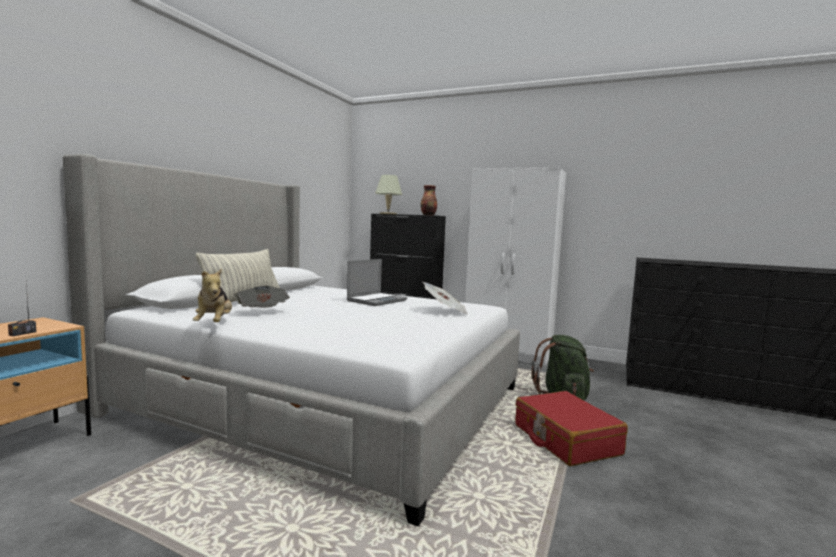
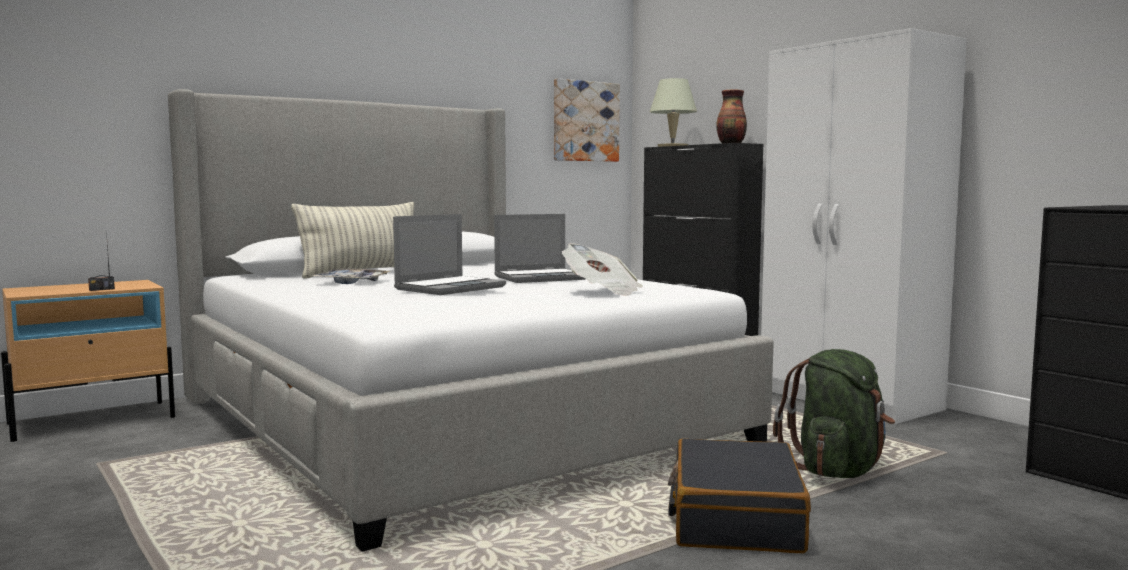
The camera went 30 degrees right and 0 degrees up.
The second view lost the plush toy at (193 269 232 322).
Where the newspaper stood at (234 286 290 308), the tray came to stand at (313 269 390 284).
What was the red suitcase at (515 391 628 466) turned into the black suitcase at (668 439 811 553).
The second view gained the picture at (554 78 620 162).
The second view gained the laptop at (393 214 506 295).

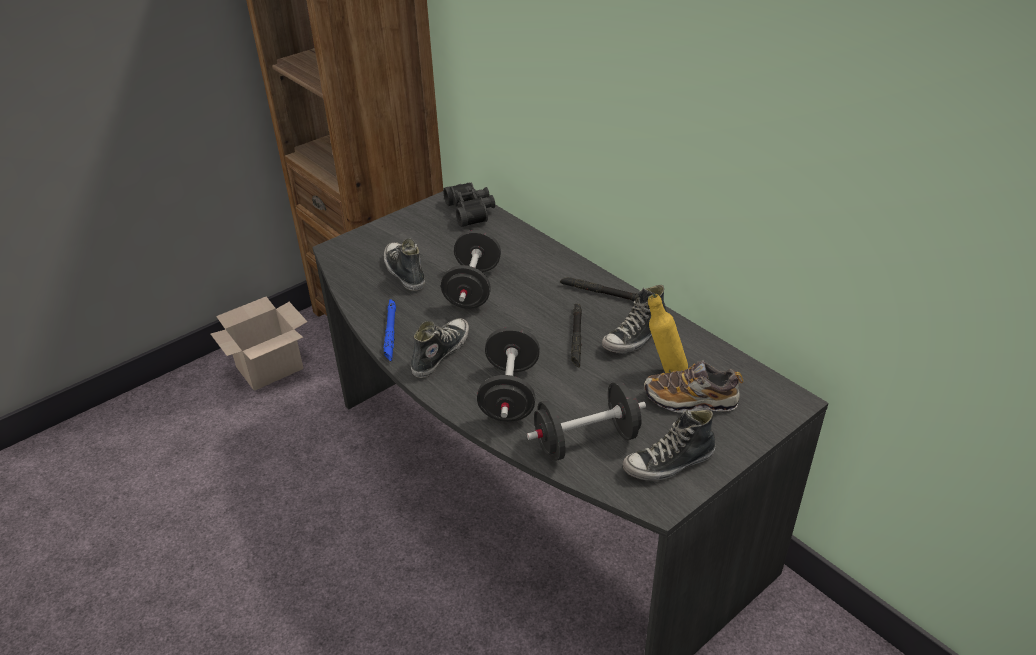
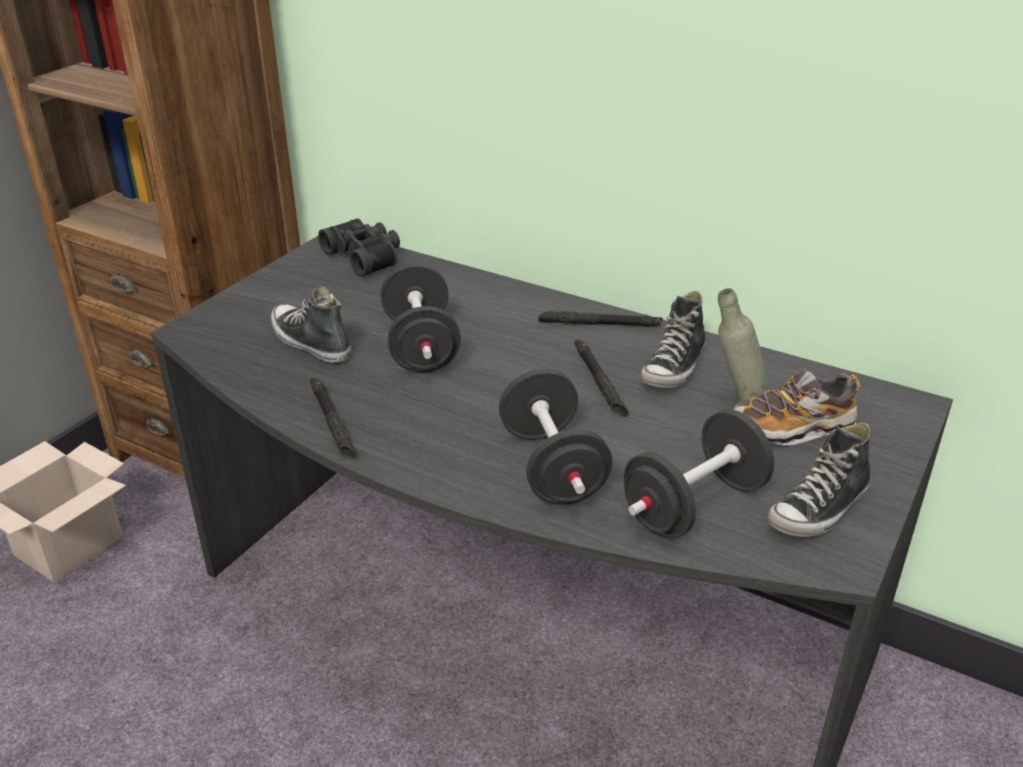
The camera went 20 degrees left and 5 degrees down.
What was the yellow bottle at (648 294 688 373) turned into the grey bottle at (718 288 771 402).
What was the blue flashlight at (384 300 396 362) turned into the black flashlight at (310 377 357 459).
The second view lost the shoe at (411 318 469 378).

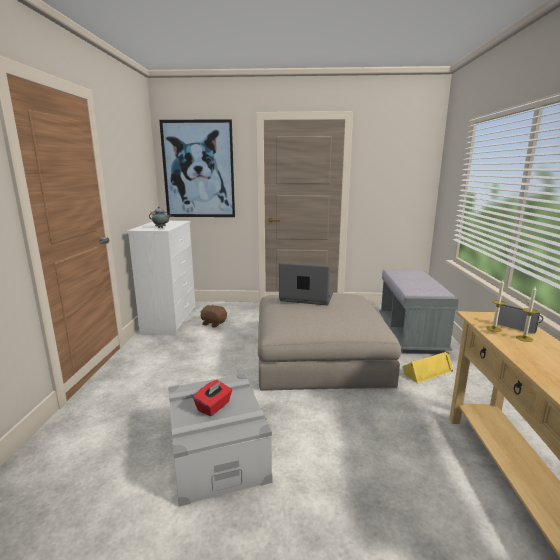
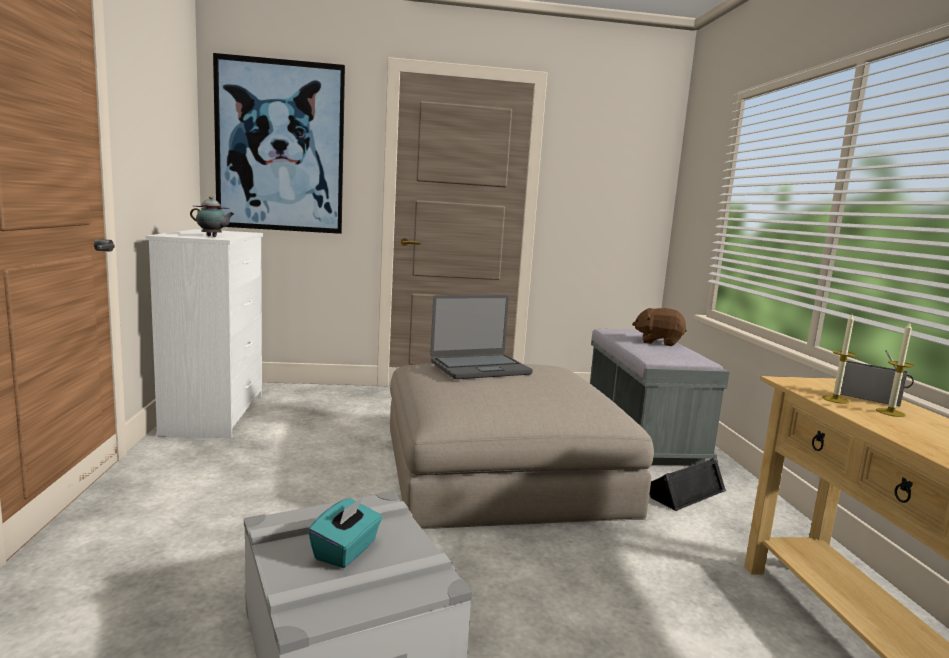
The camera went 10 degrees left and 5 degrees down.
The laptop at (279 262 333 305) ended up facing another way, 150 degrees clockwise from before.
The brown plush toy ended up elsewhere, having gone from (200 305 227 328) to (632 308 687 346).
What was the yellow speaker at (402 351 454 383) turned into the black speaker at (650 457 726 511).
What was the red tissue box at (193 380 232 416) turned into the turquoise tissue box at (308 497 382 568).

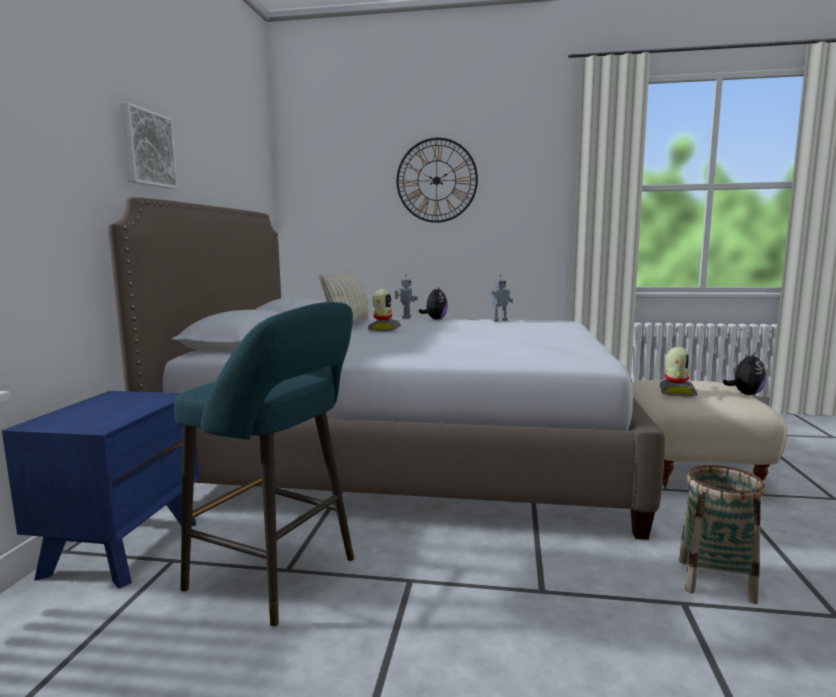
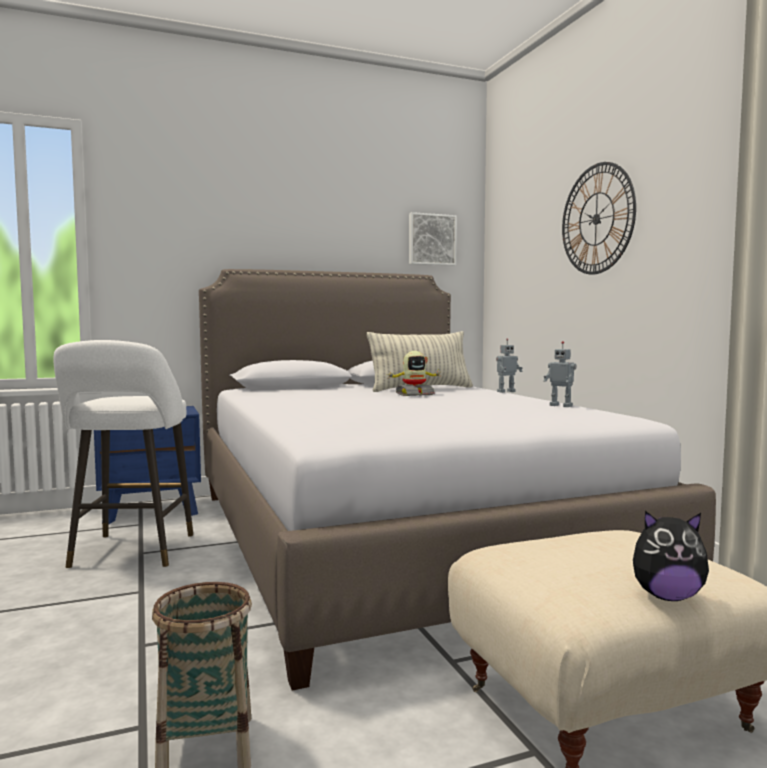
The camera went 60 degrees right and 5 degrees down.
The picture ended up elsewhere, having gone from (120 102 178 189) to (409 212 457 266).
The second view lost the plush toy at (419 286 448 320).
What was the turquoise stool at (174 302 354 626) turned into the white stool at (53 340 193 568).
The second view lost the toy robot at (660 347 698 397).

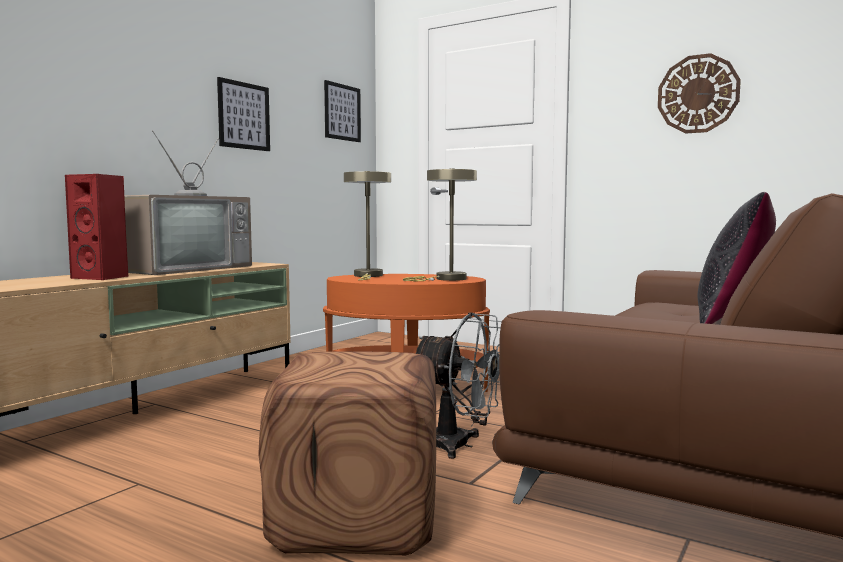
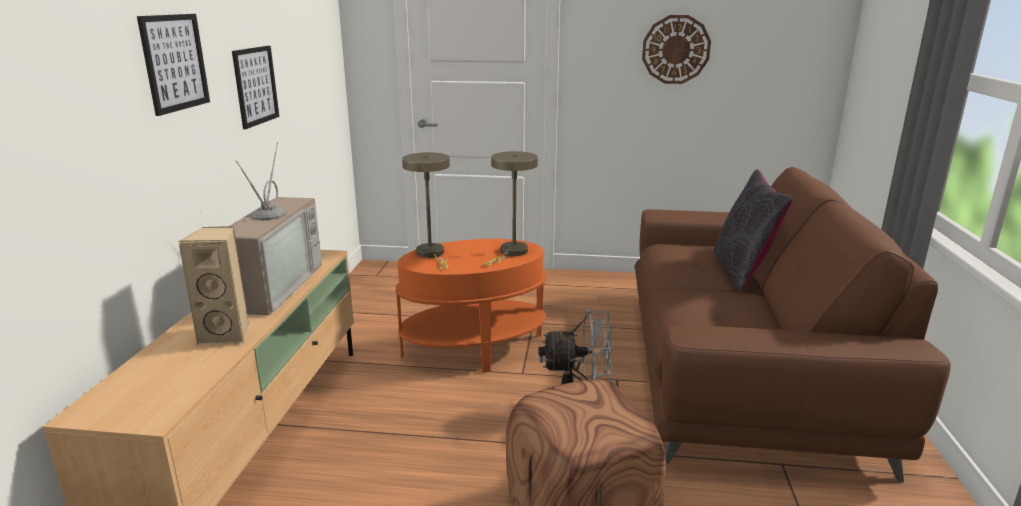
The camera went 25 degrees left and 15 degrees up.
The picture ended up elsewhere, having gone from (324 80 361 142) to (137 14 210 116).
What was the red speaker at (65 174 128 280) turned into the beige speaker at (178 226 249 345).

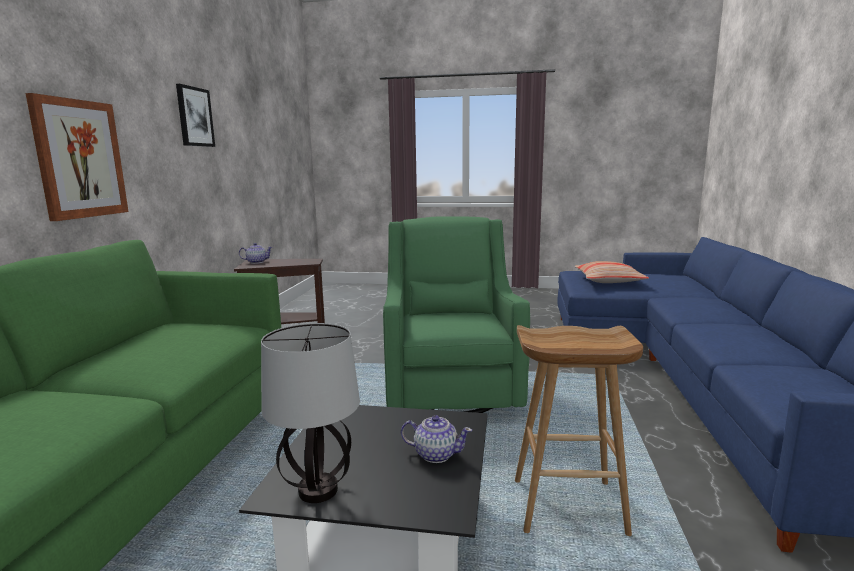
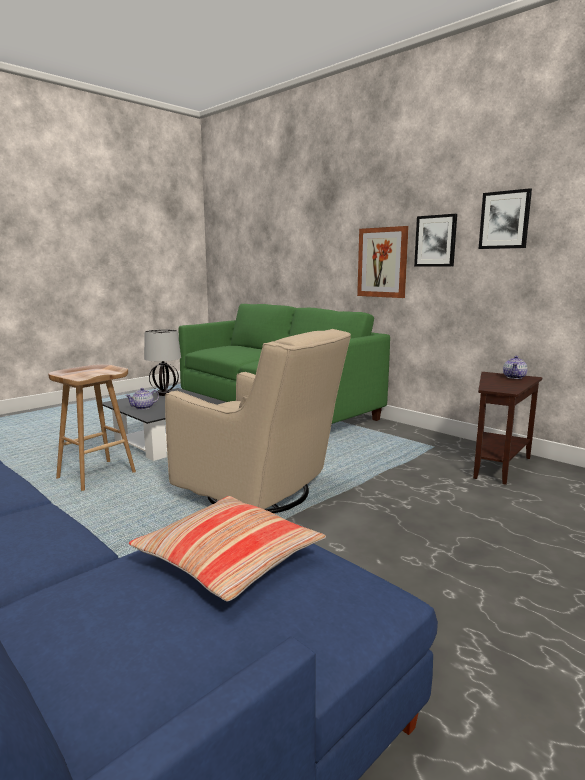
The camera went 125 degrees right and 0 degrees up.
What was the green armchair at (383 217 530 413) turned into the beige armchair at (165 329 351 513).
The second view gained the picture at (414 214 457 267).

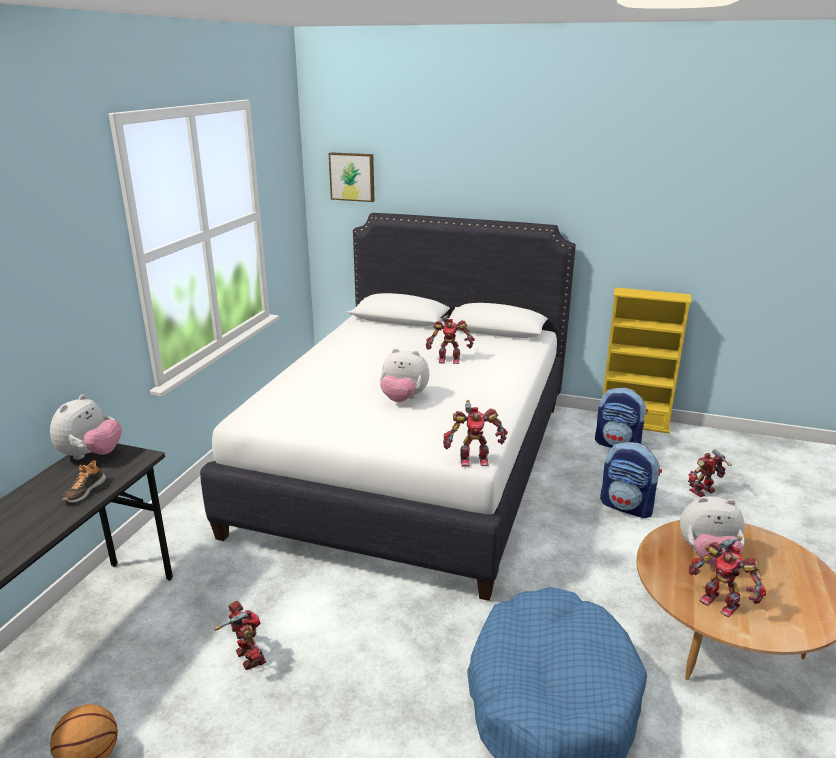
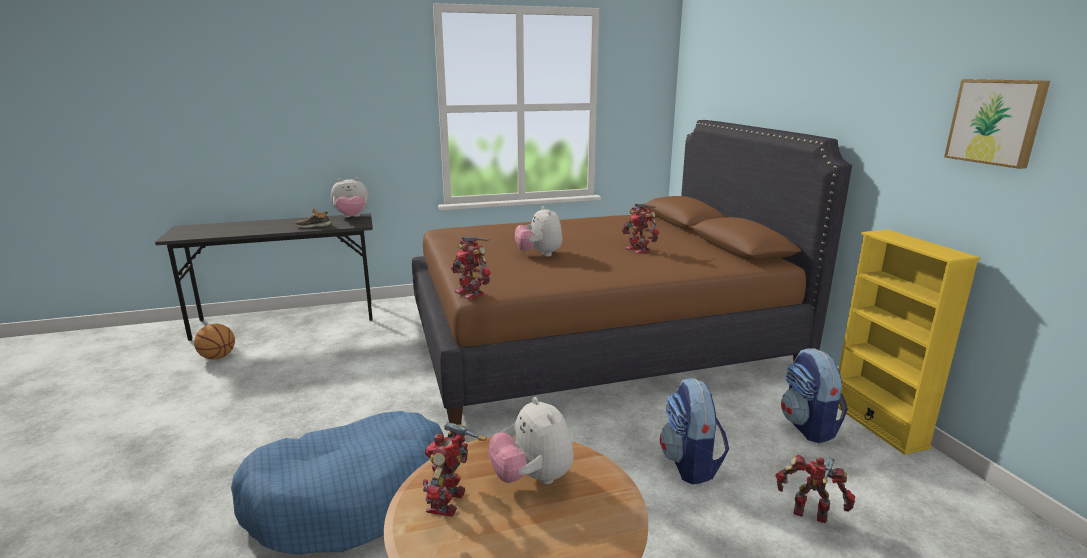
The camera went 55 degrees right and 5 degrees down.
The picture ended up elsewhere, having gone from (329 152 374 202) to (944 79 1050 169).
What was the white bed at (200 213 576 601) turned into the brown bed at (412 120 852 425).
The second view lost the toy robot at (214 601 266 670).

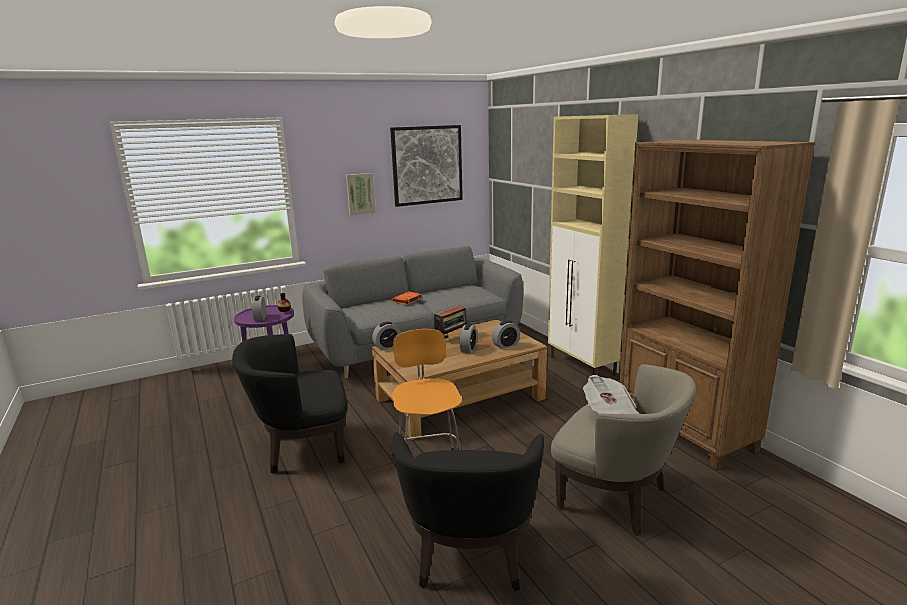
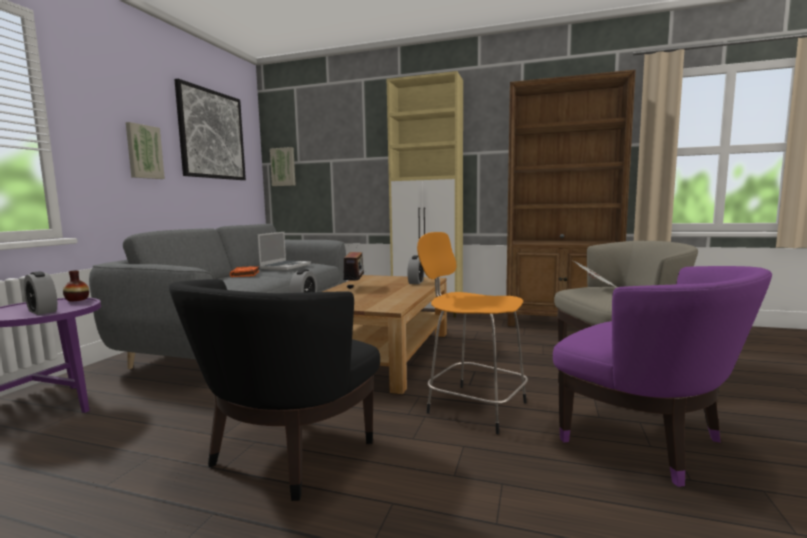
The camera went 45 degrees left and 10 degrees down.
The second view lost the alarm clock at (460 324 477 353).
What was the black armchair at (392 432 544 592) turned into the purple armchair at (553 266 772 487).
The second view gained the picture at (270 147 296 186).
The second view gained the laptop at (258 232 311 270).

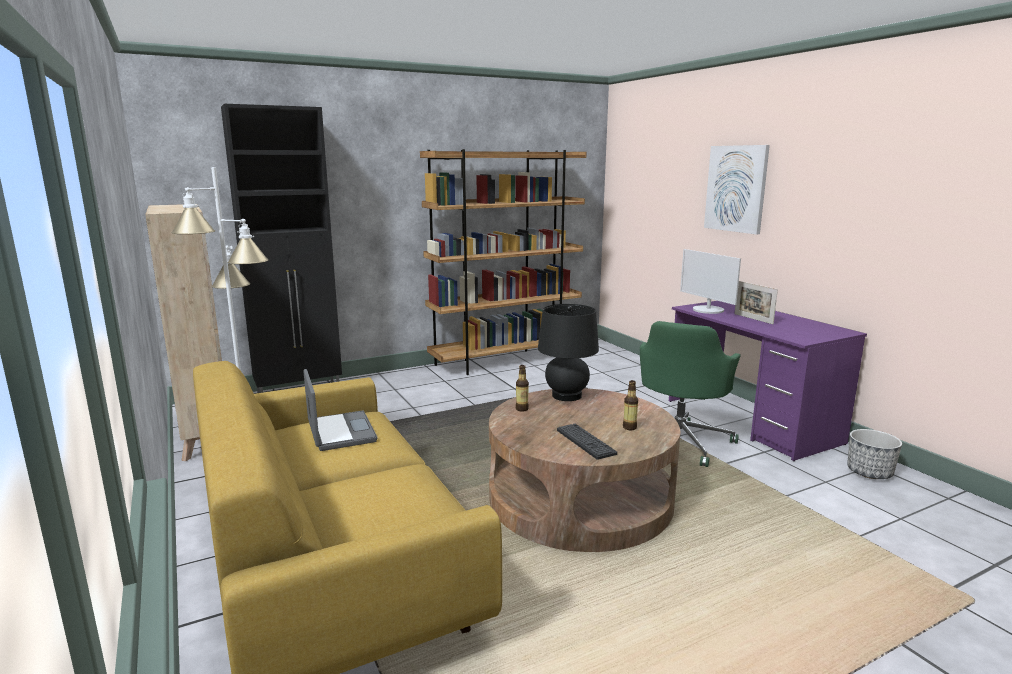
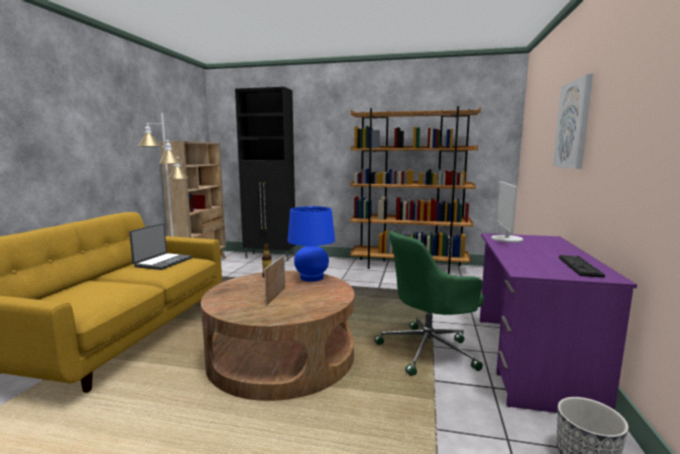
The camera went 40 degrees right and 5 degrees down.
The picture frame ended up elsewhere, having gone from (734 281 778 324) to (264 255 285 306).
What was the black table lamp at (538 304 599 401) turned into the blue table lamp at (287 206 335 282).
The second view lost the bottle at (623 380 638 430).
The keyboard ended up elsewhere, having gone from (557 424 617 460) to (559 255 605 278).

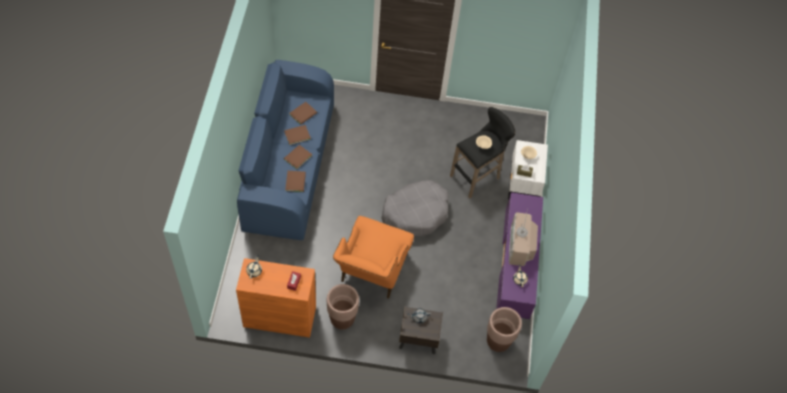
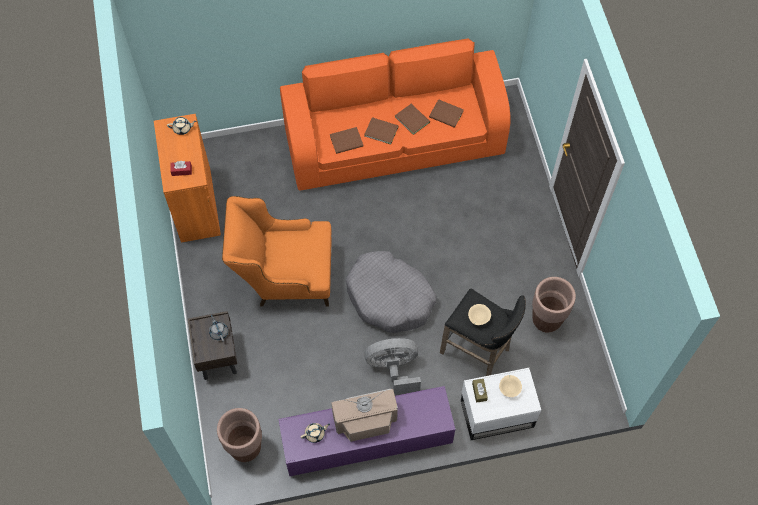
The camera went 75 degrees right and 5 degrees up.
What was the blue sofa at (237 60 334 240) turned into the orange sofa at (280 38 510 191).
The brown planter ended up elsewhere, having gone from (326 284 359 330) to (532 277 576 332).
The second view gained the grey fan at (365 338 421 395).

